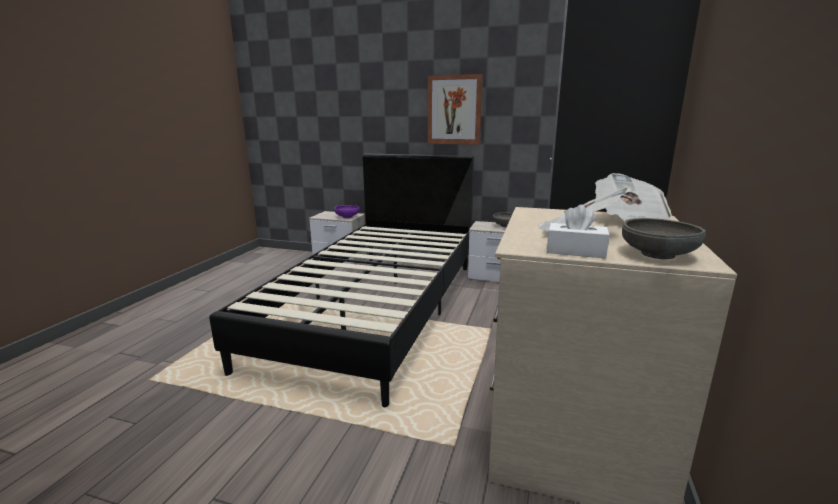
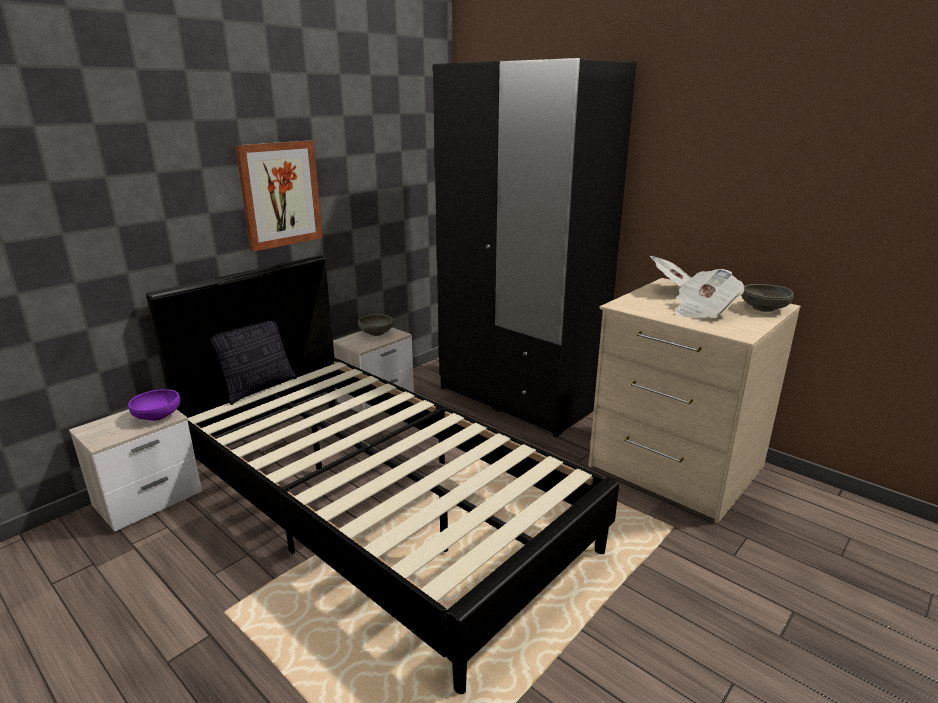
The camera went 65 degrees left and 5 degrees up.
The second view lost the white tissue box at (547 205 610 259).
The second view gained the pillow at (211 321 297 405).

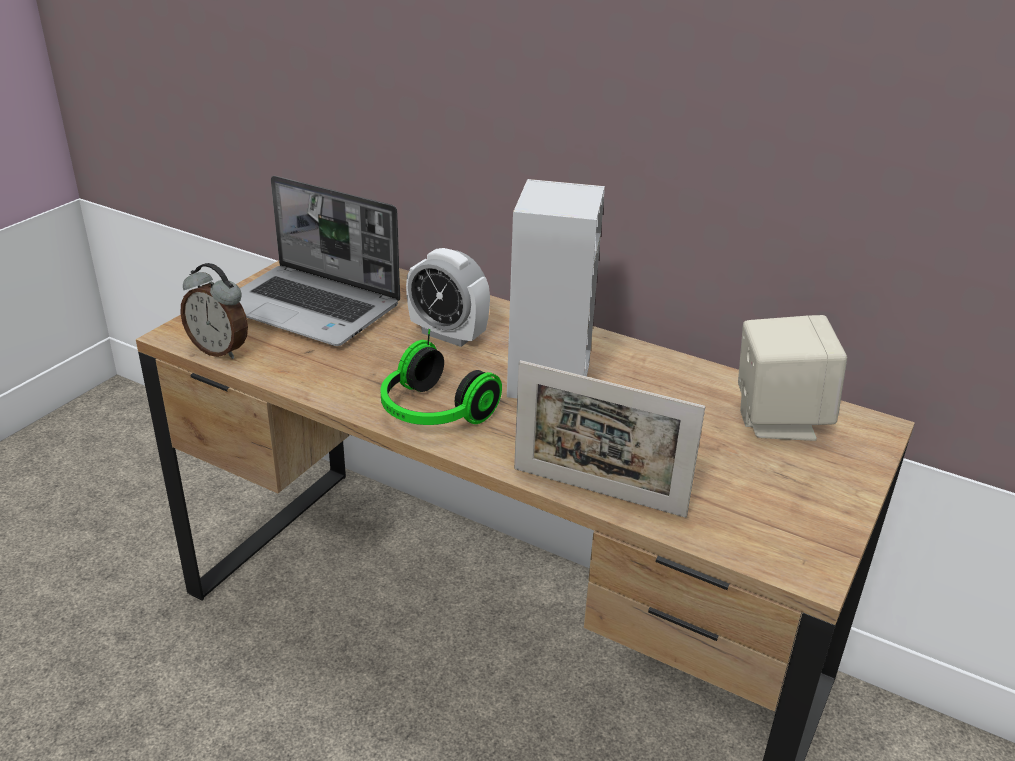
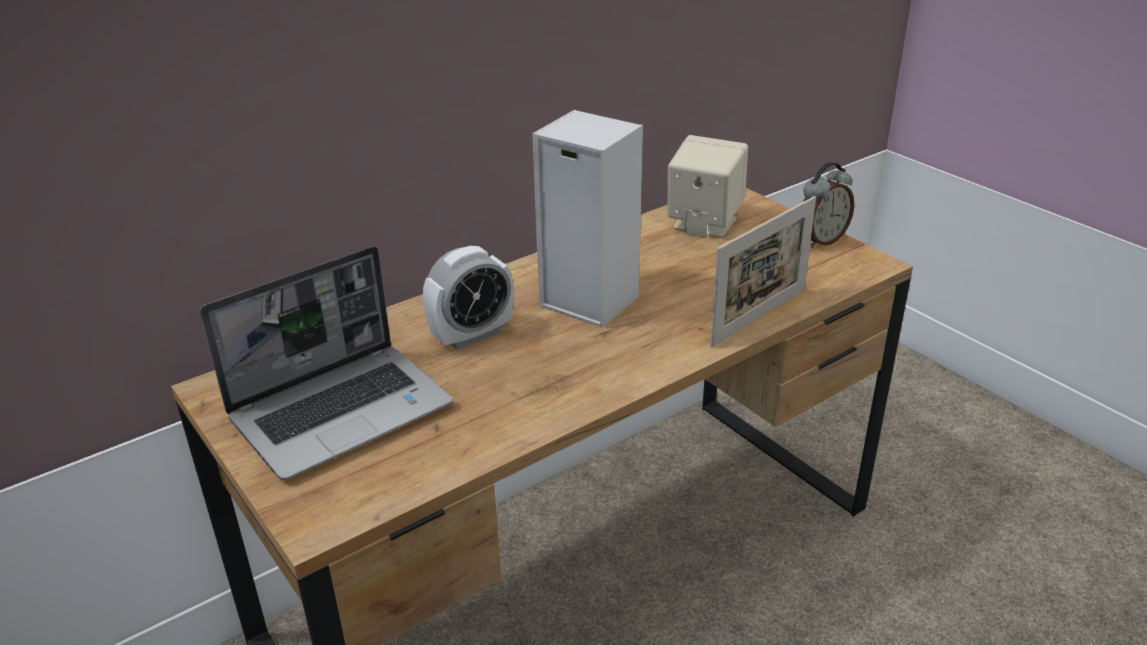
The camera went 65 degrees left and 0 degrees up.
The alarm clock ended up elsewhere, having gone from (180 263 248 359) to (803 162 854 248).
The second view lost the headphones at (380 329 502 425).

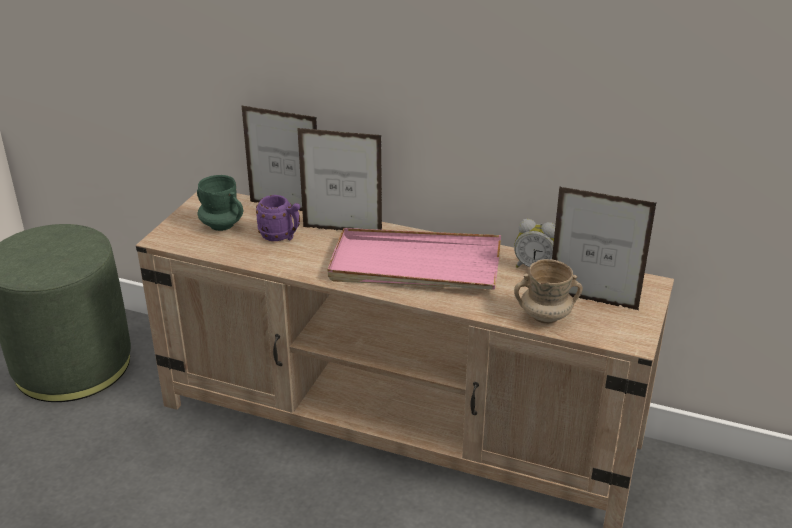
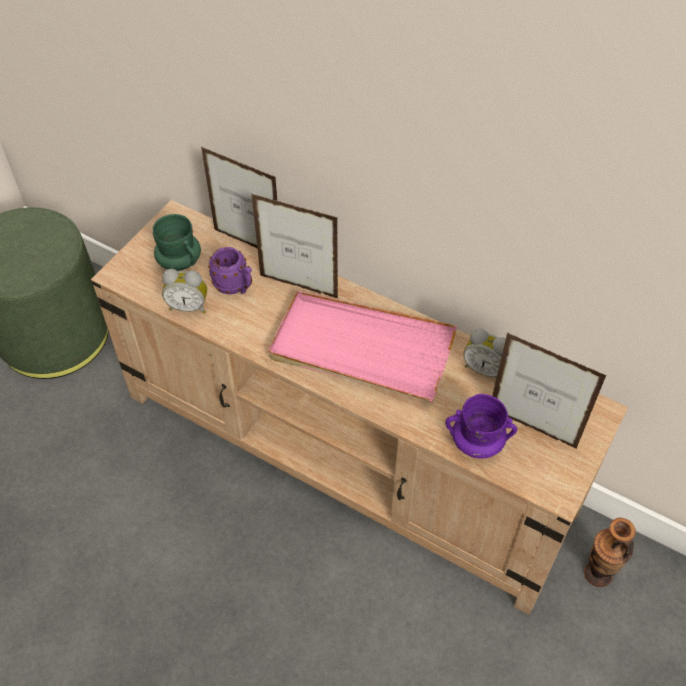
The camera went 10 degrees right and 20 degrees up.
What was the beige mug at (514 259 583 324) turned into the purple mug at (445 394 517 459).
The second view gained the alarm clock at (162 269 207 313).
The second view gained the vase at (584 518 636 587).

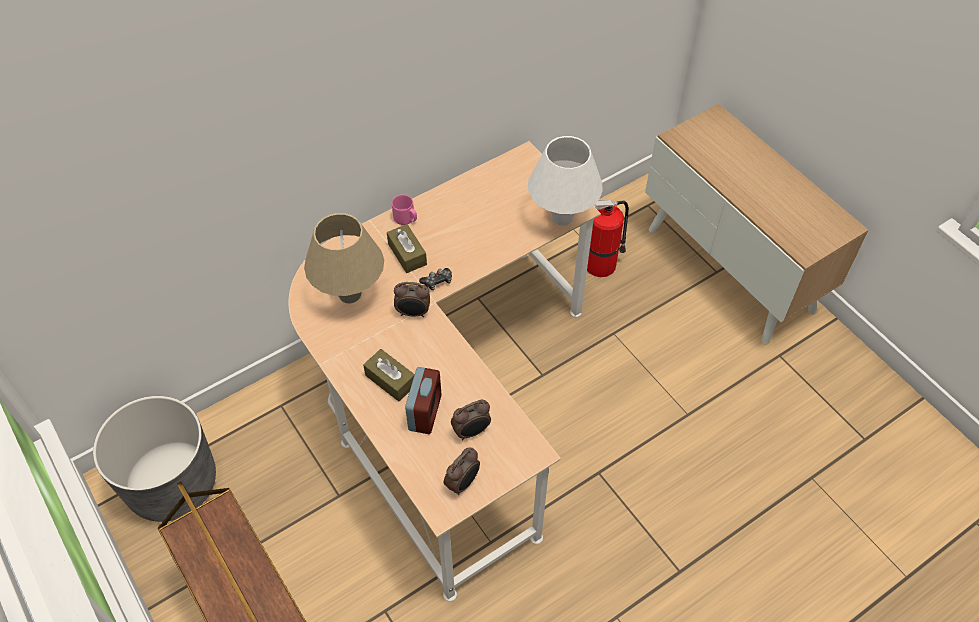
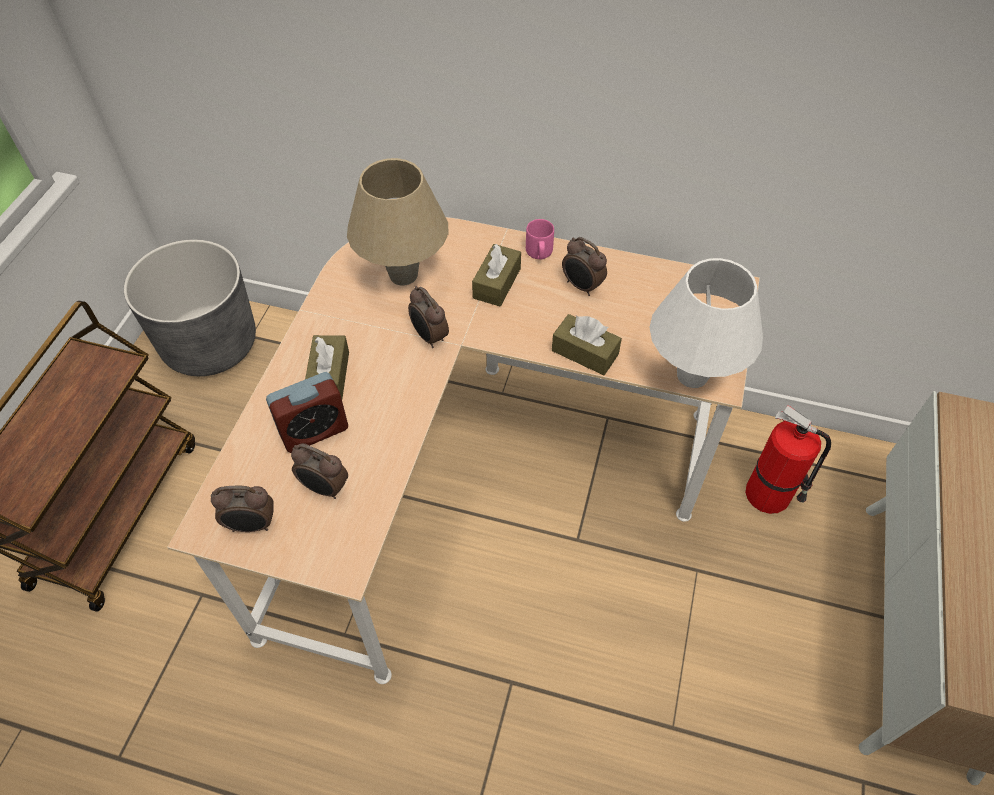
The camera went 50 degrees right and 0 degrees up.
The second view lost the game controller at (419 268 452 290).
The second view gained the alarm clock at (562 237 607 296).
The second view gained the brown tissue box at (552 314 622 375).

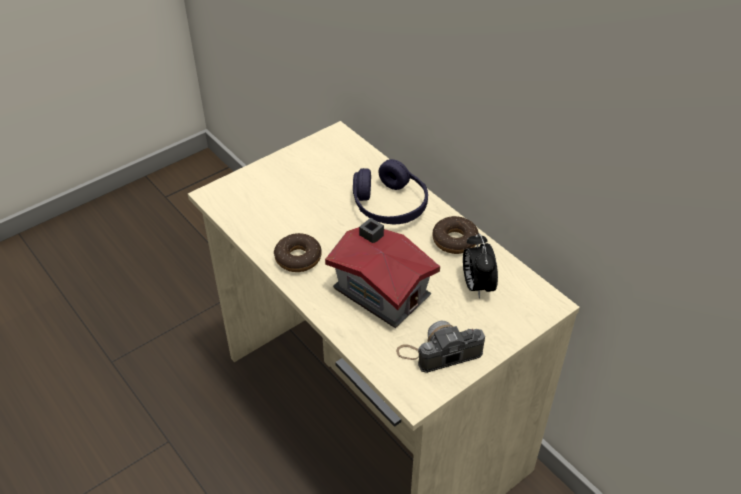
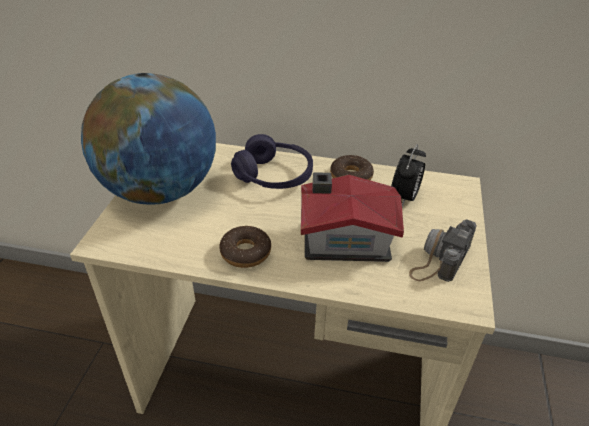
The camera went 40 degrees left and 5 degrees down.
The alarm clock at (463 233 498 299) ended up facing another way, 105 degrees counterclockwise from before.
The second view gained the globe at (81 73 216 205).

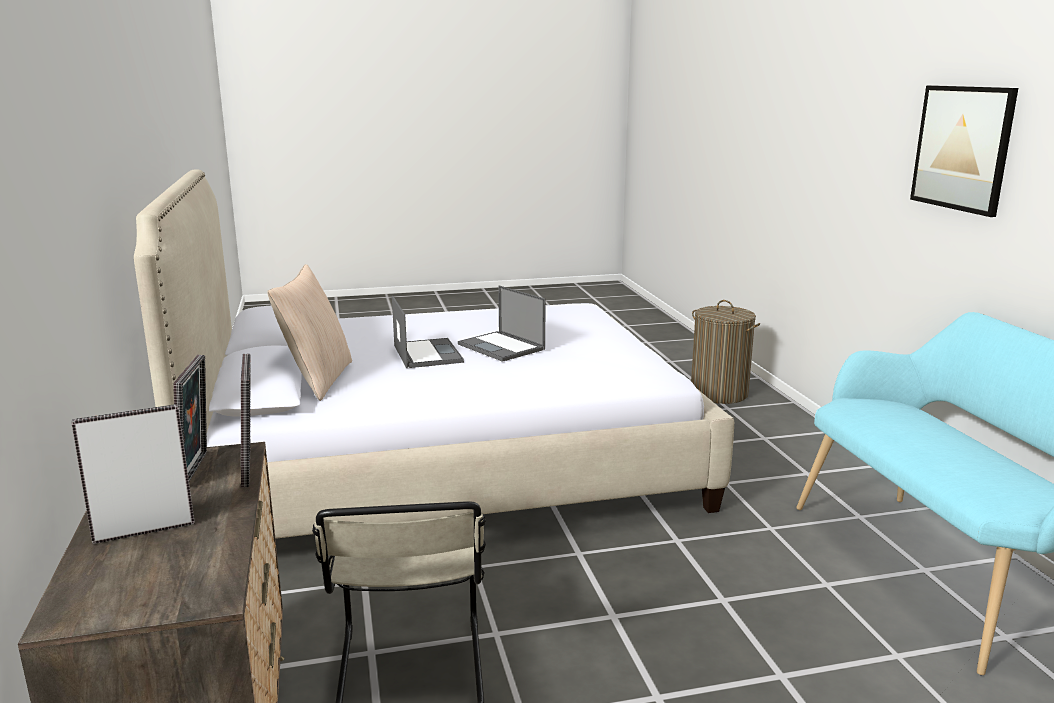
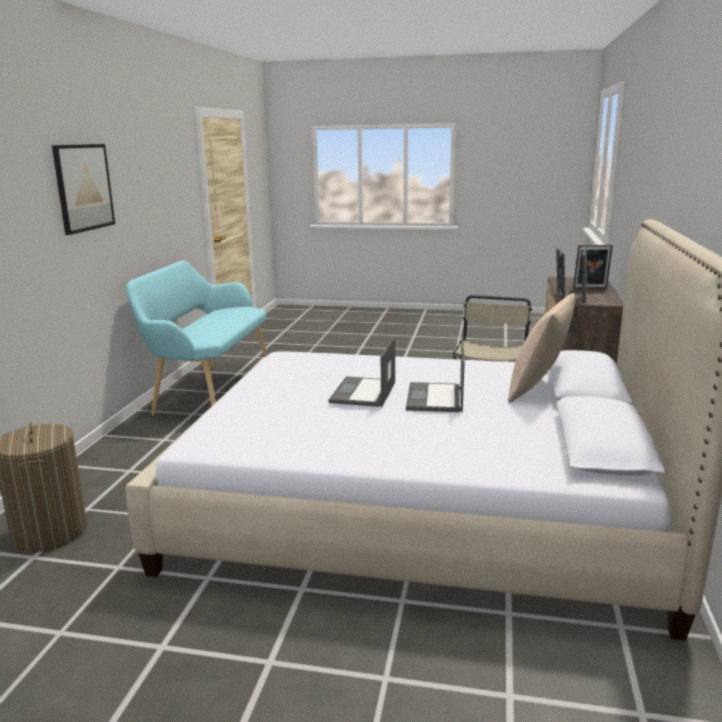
The camera went 155 degrees left and 0 degrees up.
The laptop at (458 285 546 362) ended up facing another way, 150 degrees counterclockwise from before.

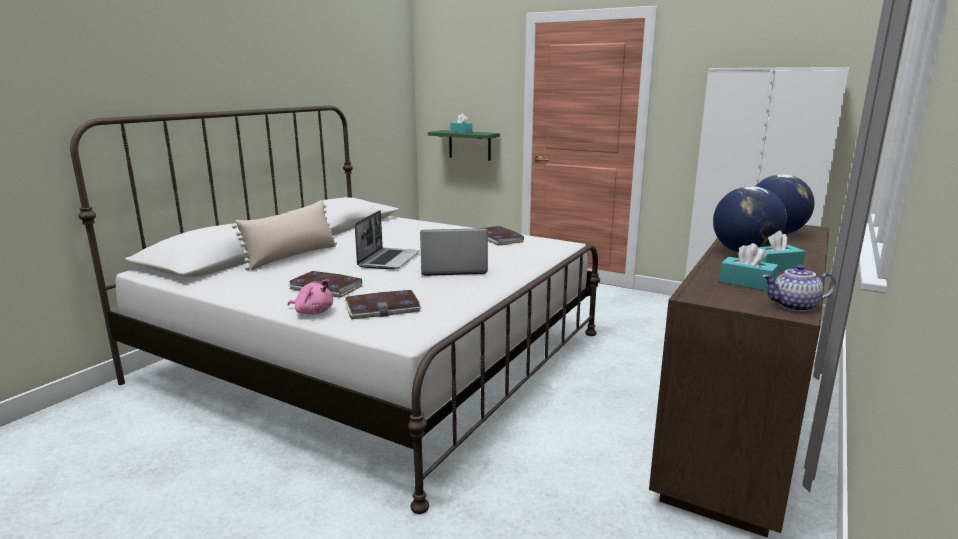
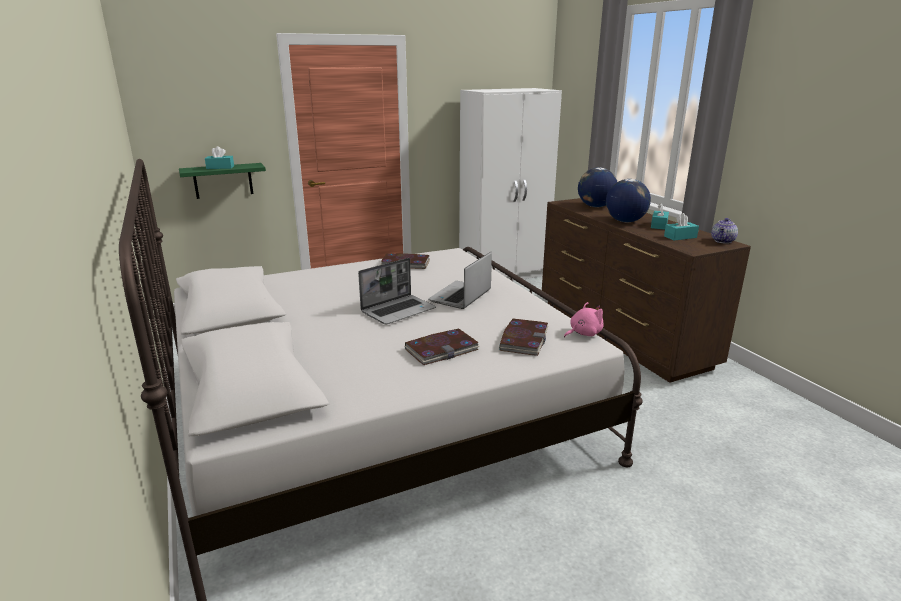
The camera went 55 degrees left and 5 degrees up.
The second view lost the beige pillow at (232 200 337 270).
The laptop at (355 210 420 270) ended up facing another way, 90 degrees clockwise from before.
The pink plush toy ended up elsewhere, having gone from (288 279 333 315) to (564 302 604 338).

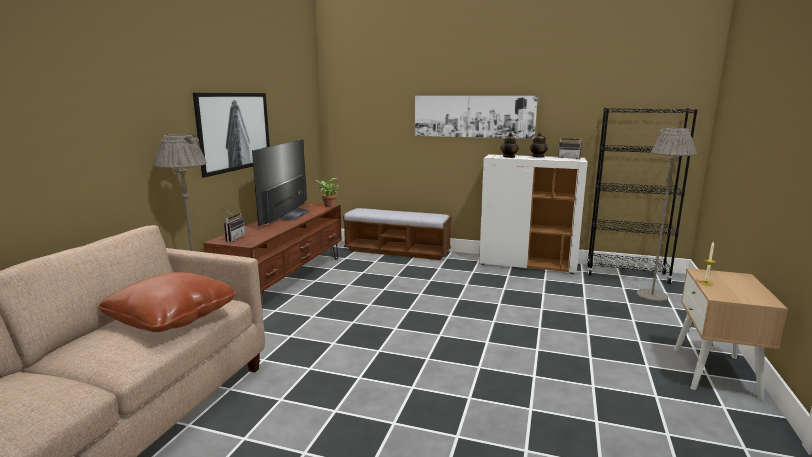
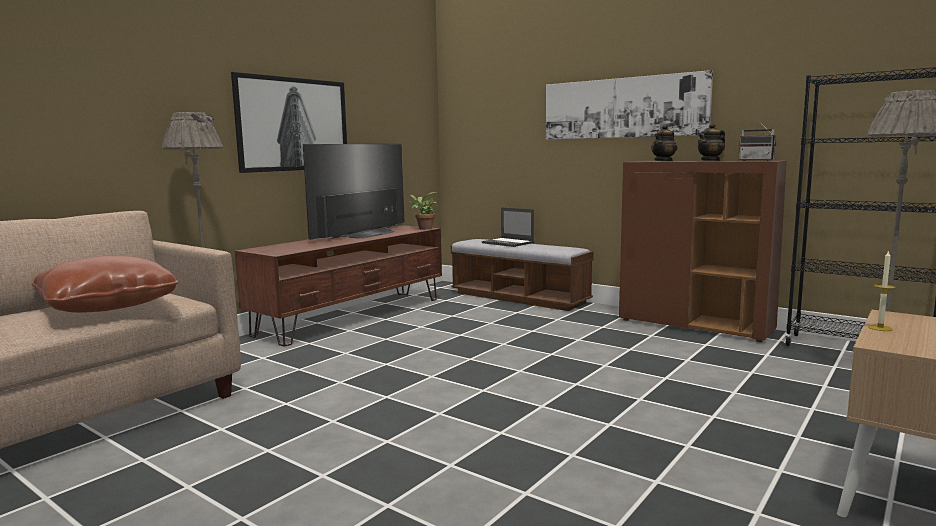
The camera went 20 degrees right and 5 degrees down.
What was the white cabinet at (479 154 588 274) turned into the brown cabinet at (619 161 787 342).
The second view lost the radio at (224 210 245 242).
The second view gained the laptop at (482 207 534 247).

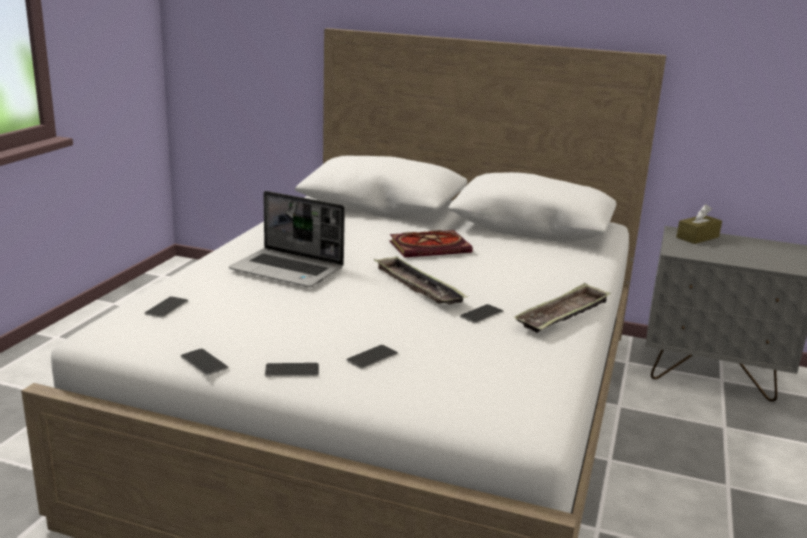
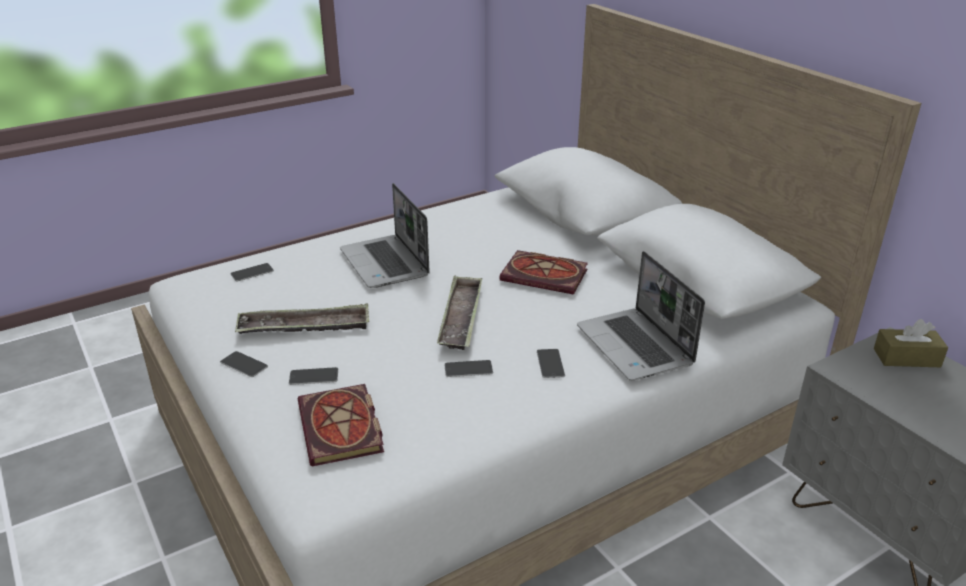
The camera went 40 degrees right and 10 degrees up.
The tray ended up elsewhere, having gone from (514 283 611 333) to (235 304 369 334).
The phone ended up elsewhere, having gone from (181 348 228 376) to (537 349 565 378).
The second view gained the laptop at (577 251 705 381).
The second view gained the book at (297 384 384 466).

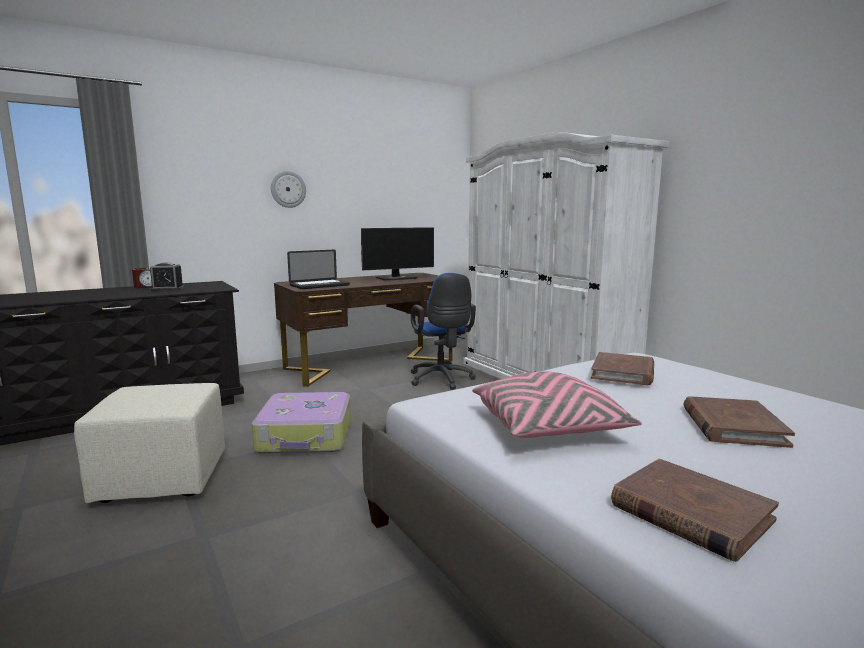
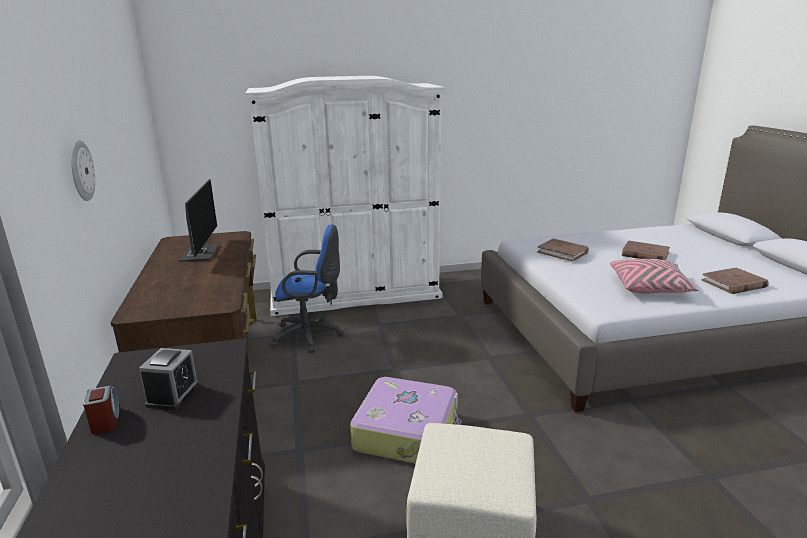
The camera went 70 degrees left and 10 degrees up.
The second view lost the laptop at (287 250 350 289).

